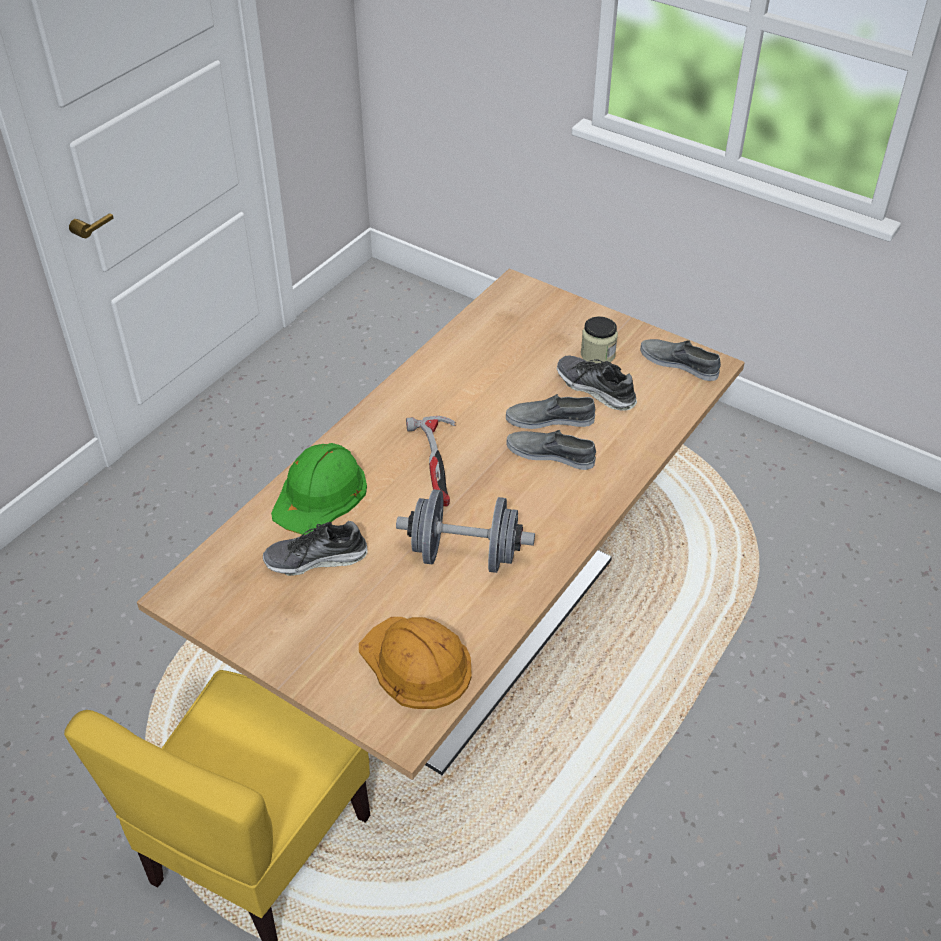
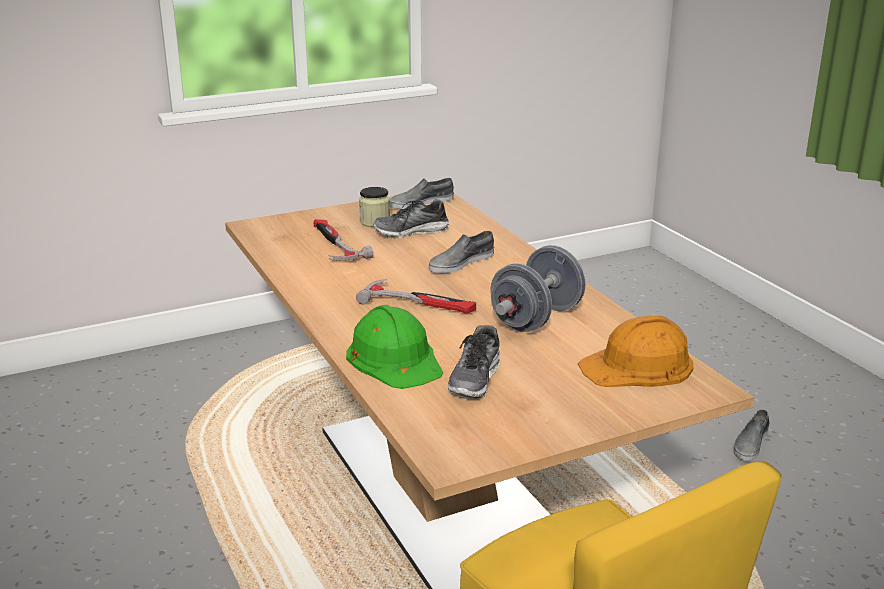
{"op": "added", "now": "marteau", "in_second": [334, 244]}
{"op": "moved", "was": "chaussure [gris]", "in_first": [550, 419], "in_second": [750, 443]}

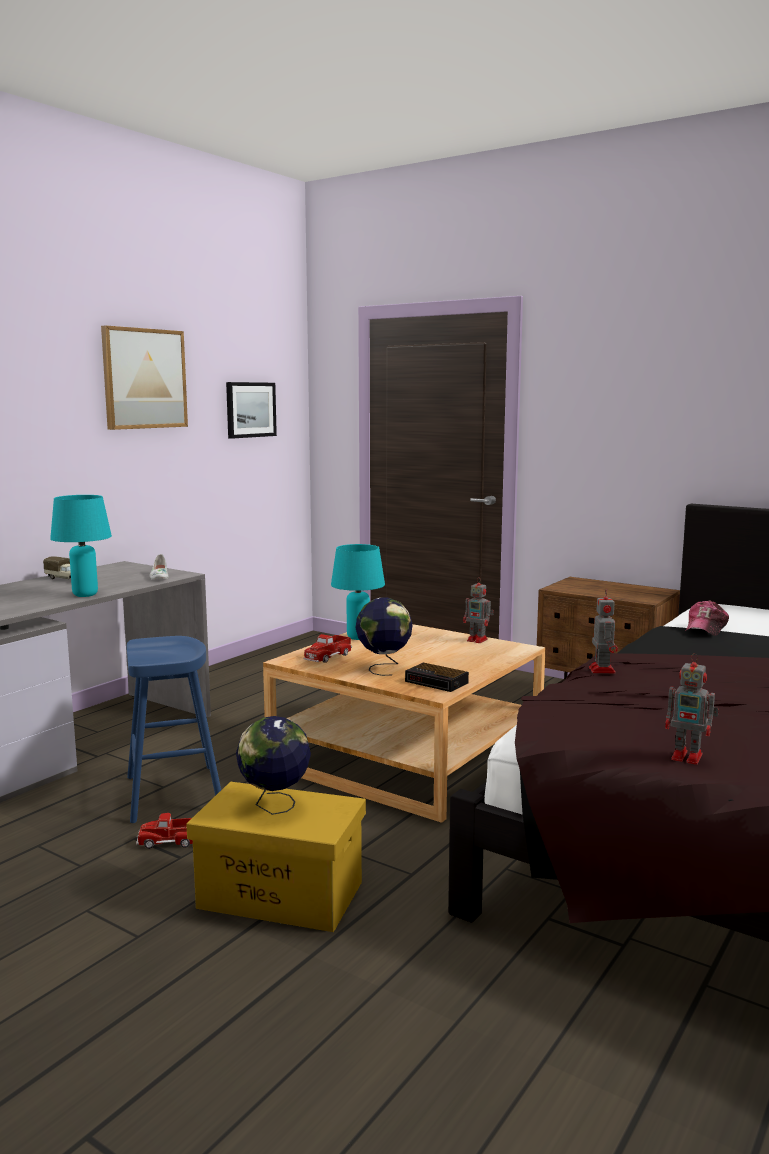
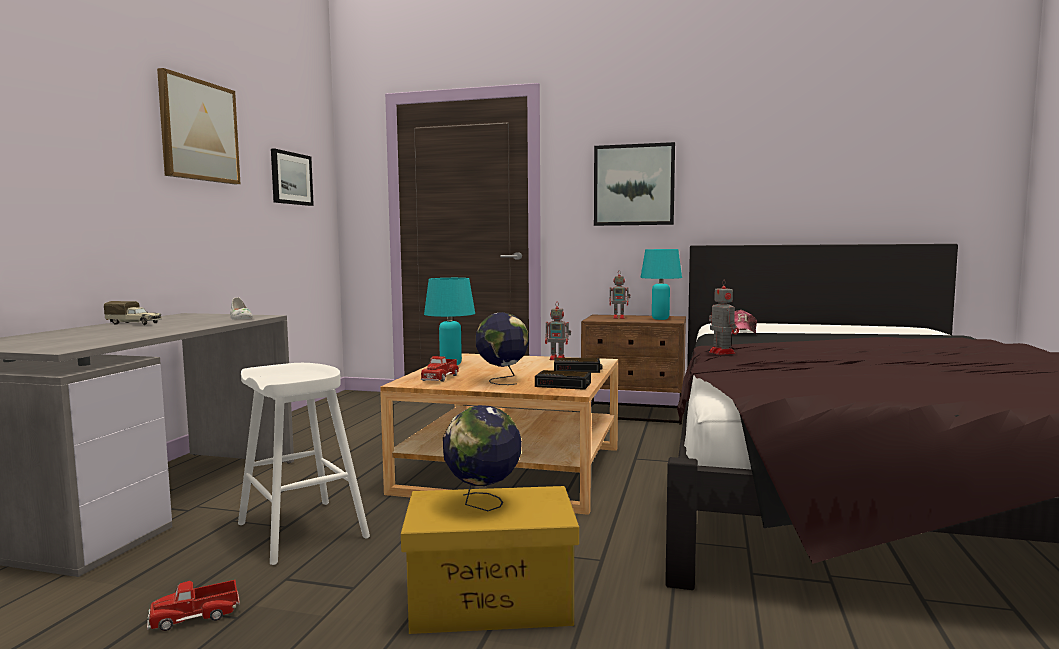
{"op": "added", "now": "réveil", "in_second": [578, 370]}
{"op": "added", "now": "tableau", "in_second": [634, 185]}
{"op": "moved", "was": "lampe de table [turquoise]", "in_first": [84, 595], "in_second": [660, 319]}
{"op": "moved", "was": "camion jouet", "in_first": [171, 841], "in_second": [194, 616]}
{"op": "moved", "was": "robot jouet", "in_first": [689, 757], "in_second": [619, 318]}
{"op": "recoloured", "was": "tabouret [bleu]", "now": "tabouret [blanc]", "in_first": [174, 793], "in_second": [302, 530]}

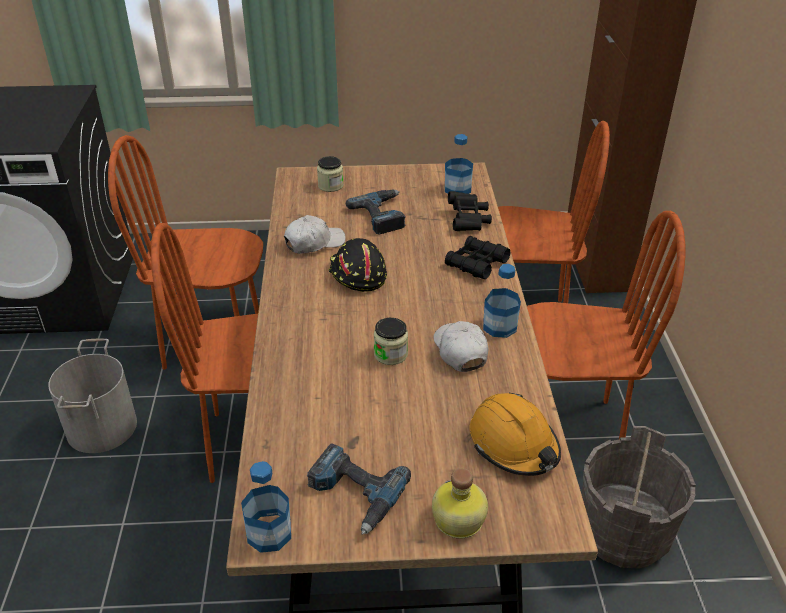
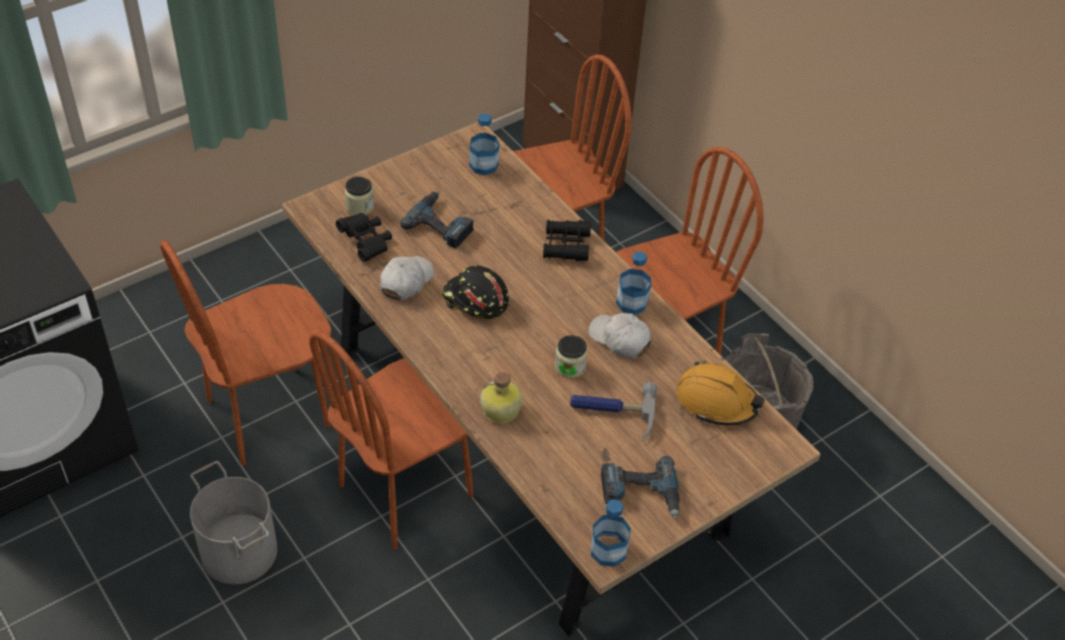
{"op": "added", "now": "marteau", "in_second": [612, 412]}
{"op": "moved", "was": "bouteille", "in_first": [457, 520], "in_second": [500, 410]}
{"op": "moved", "was": "jumelles [noir]", "in_first": [468, 220], "in_second": [366, 242]}

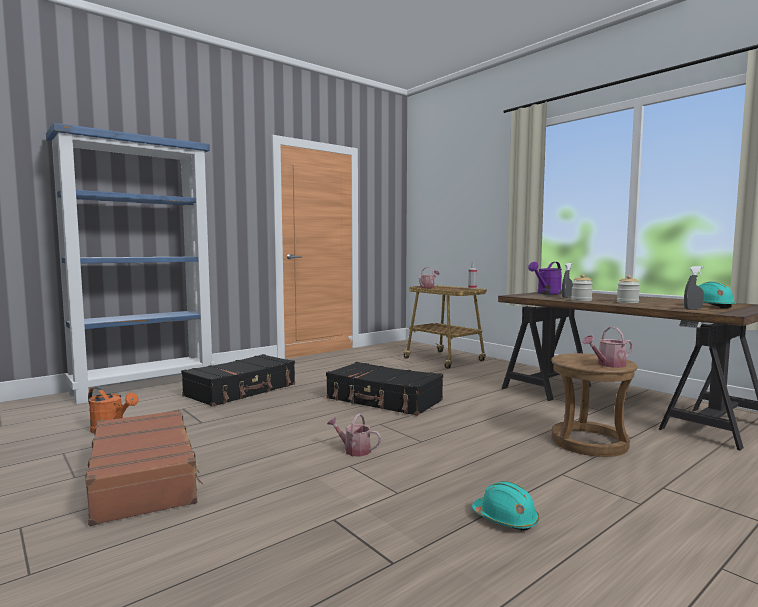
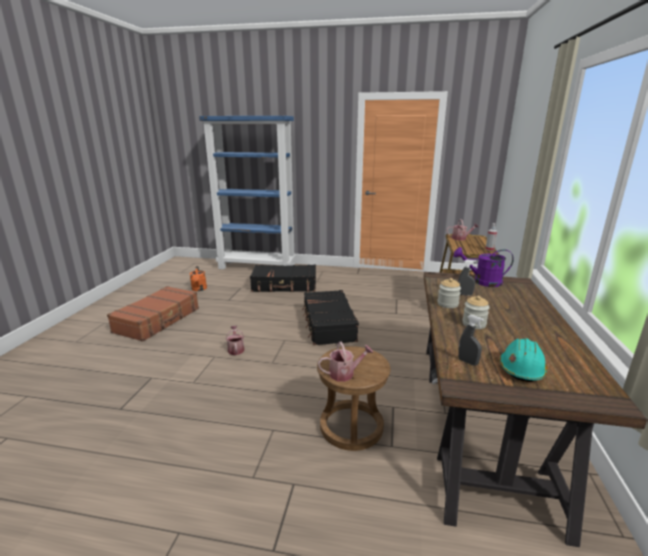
{"op": "removed", "was": "casque de chantier [turquoise]", "in_first": [505, 519]}
{"op": "turned", "was": "arrosoir", "in_first": [608, 365], "in_second": [345, 373], "clockwise": 135}

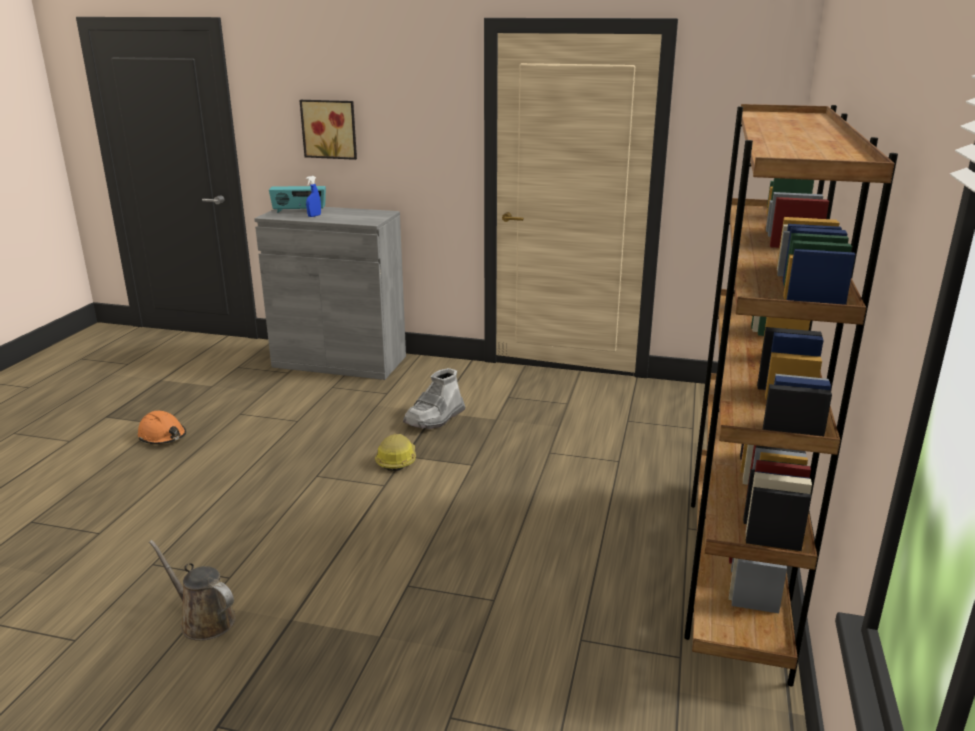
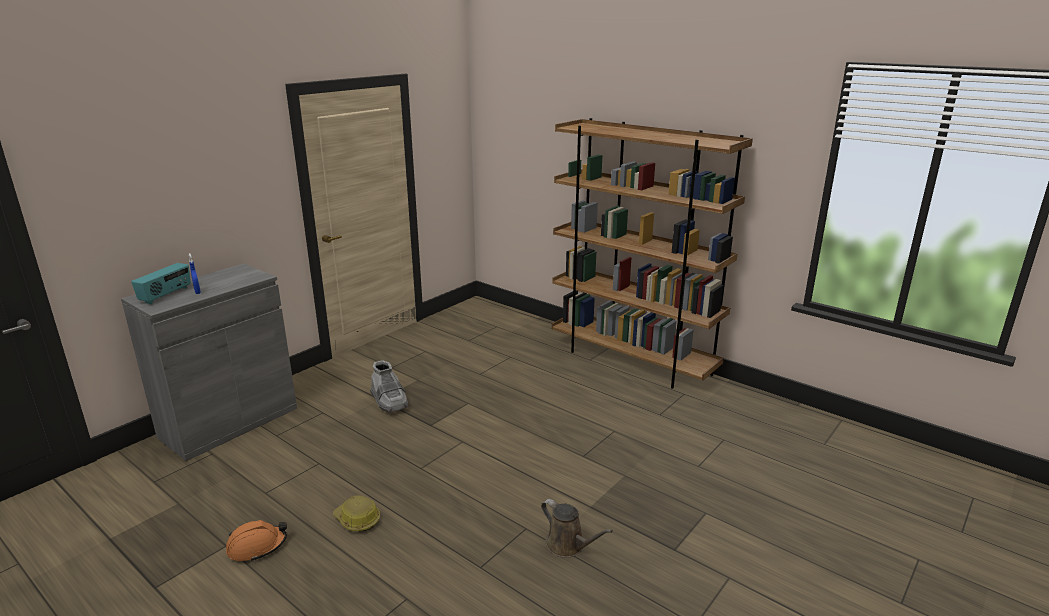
{"op": "removed", "was": "tableau", "in_first": [330, 129]}
{"op": "moved", "was": "casque de chantier", "in_first": [396, 460], "in_second": [357, 520]}
{"op": "turned", "was": "arrosoir [marron]", "in_first": [204, 620], "in_second": [568, 545], "clockwise": -105}

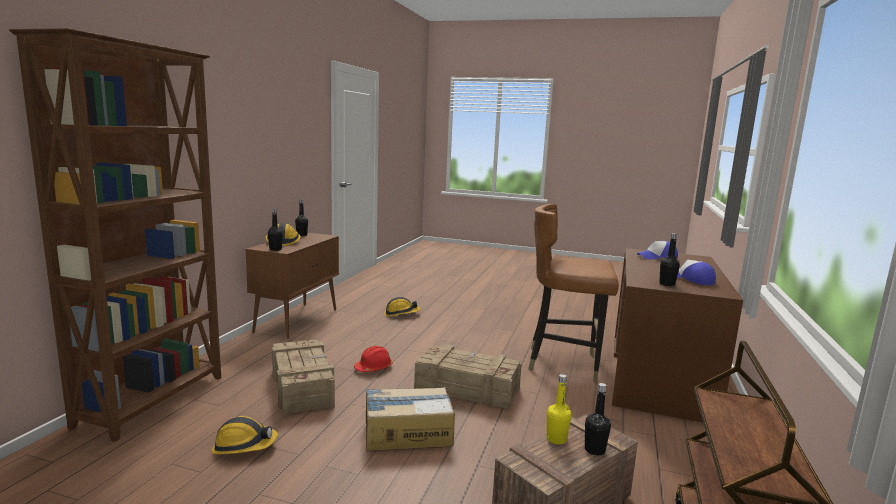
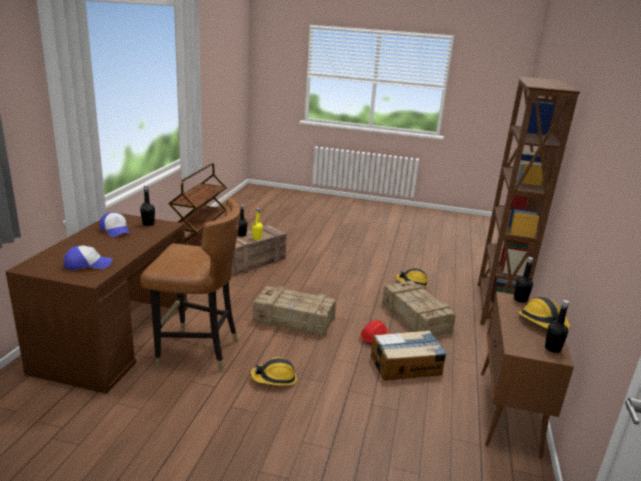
{"op": "moved", "was": "carton", "in_first": [407, 432], "in_second": [406, 365]}
{"op": "moved", "was": "casque de chantier", "in_first": [401, 314], "in_second": [274, 378]}

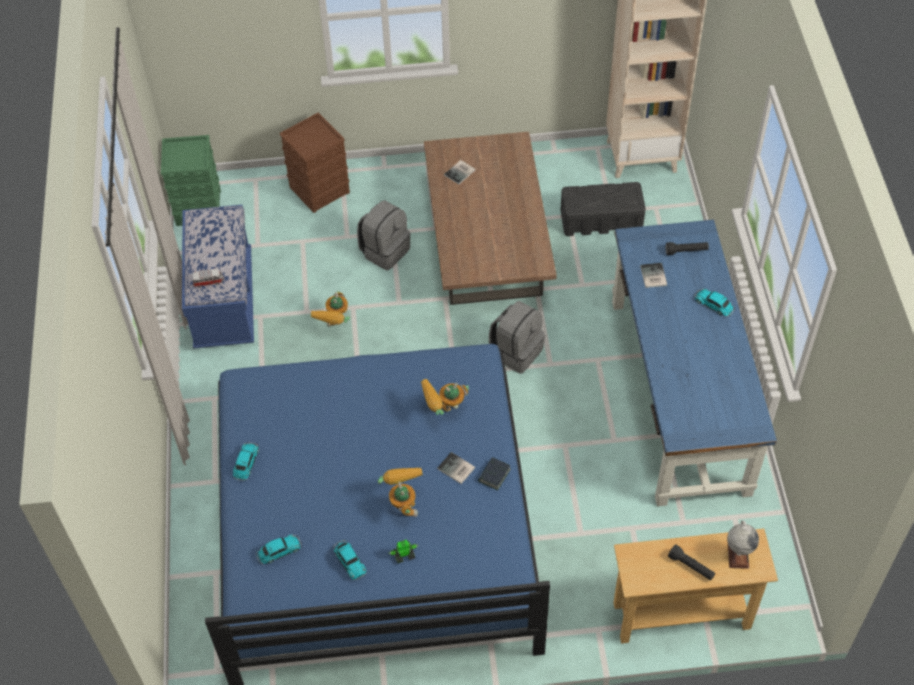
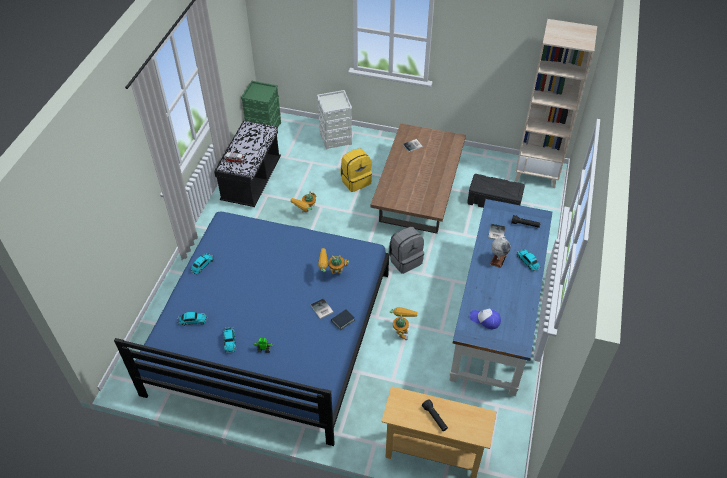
{"op": "added", "now": "casquette", "in_second": [485, 320]}
{"op": "moved", "was": "robot jouet", "in_first": [403, 503], "in_second": [401, 330]}
{"op": "moved", "was": "globe", "in_first": [738, 555], "in_second": [498, 260]}
{"op": "recoloured", "was": "banc [bleu]", "now": "banc [noir]", "in_first": [224, 301], "in_second": [251, 181]}
{"op": "recoloured", "was": "boîte de rangement [marron]", "now": "boîte de rangement [gris]", "in_first": [319, 189], "in_second": [335, 138]}
{"op": "recoloured", "was": "sac à dos [gris]", "now": "sac à dos [jaune]", "in_first": [385, 251], "in_second": [355, 181]}

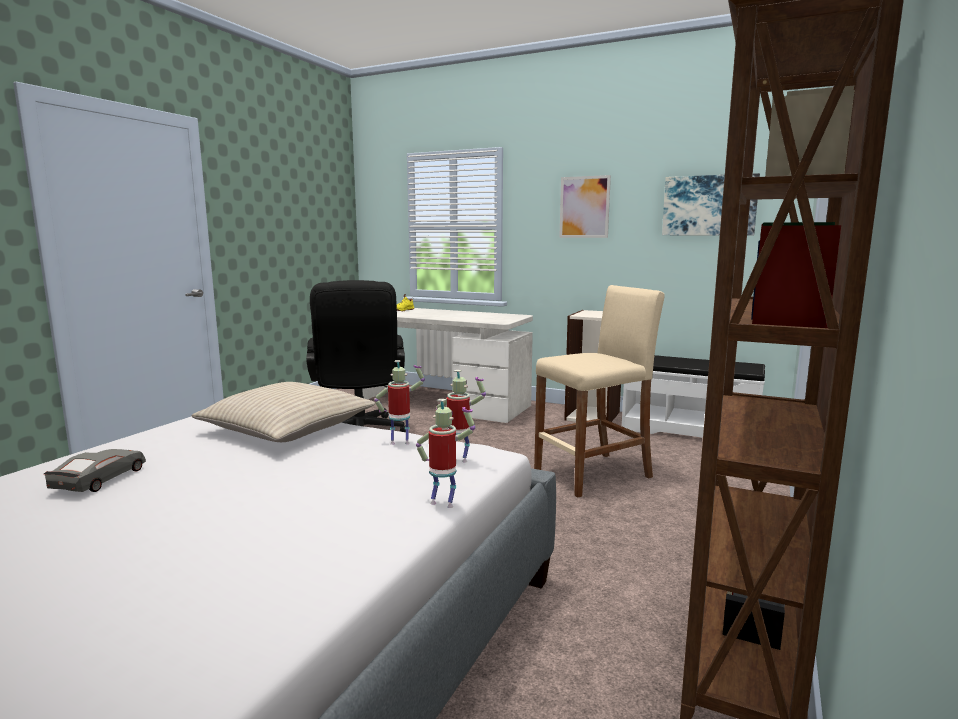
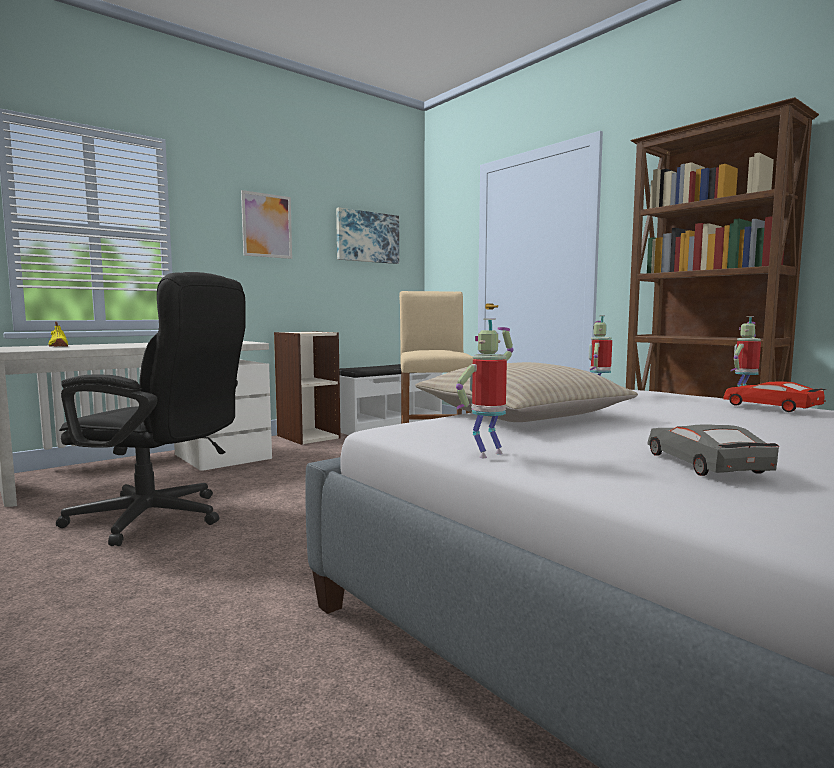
{"op": "added", "now": "petite voiture [rouge]", "in_second": [771, 407]}
{"op": "moved", "was": "robot jouet", "in_first": [459, 459], "in_second": [487, 454]}
{"op": "turned", "was": "petite voiture [gris]", "in_first": [99, 479], "in_second": [705, 464], "clockwise": 45}

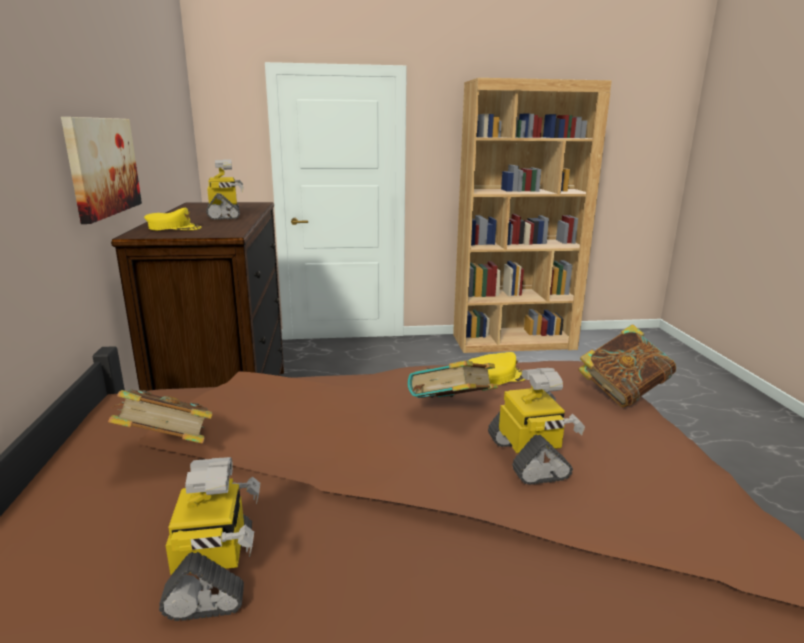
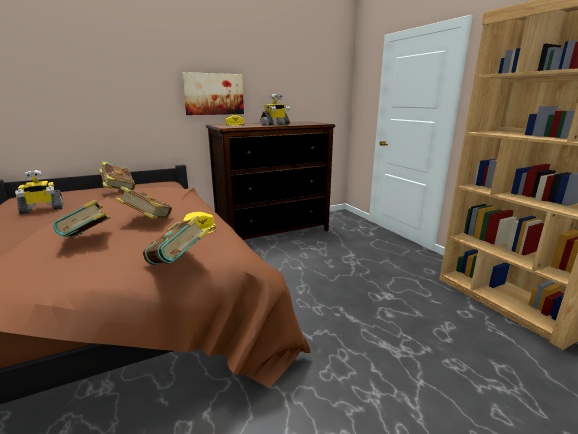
{"op": "replaced", "was": "robot jouet", "now": "livre", "in_first": [529, 458], "in_second": [88, 240]}

